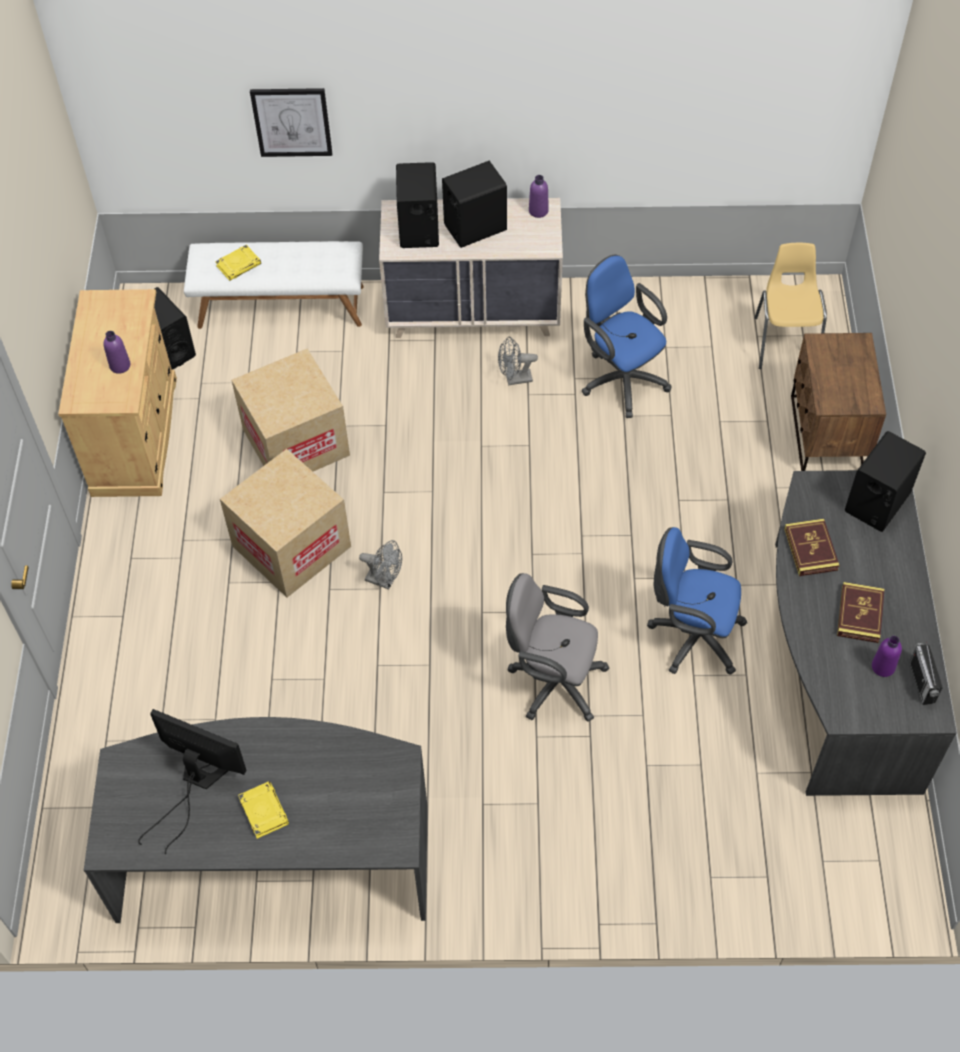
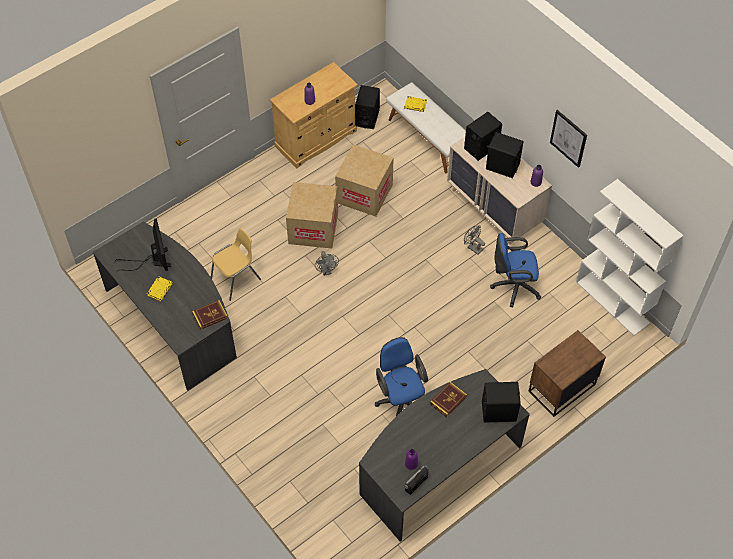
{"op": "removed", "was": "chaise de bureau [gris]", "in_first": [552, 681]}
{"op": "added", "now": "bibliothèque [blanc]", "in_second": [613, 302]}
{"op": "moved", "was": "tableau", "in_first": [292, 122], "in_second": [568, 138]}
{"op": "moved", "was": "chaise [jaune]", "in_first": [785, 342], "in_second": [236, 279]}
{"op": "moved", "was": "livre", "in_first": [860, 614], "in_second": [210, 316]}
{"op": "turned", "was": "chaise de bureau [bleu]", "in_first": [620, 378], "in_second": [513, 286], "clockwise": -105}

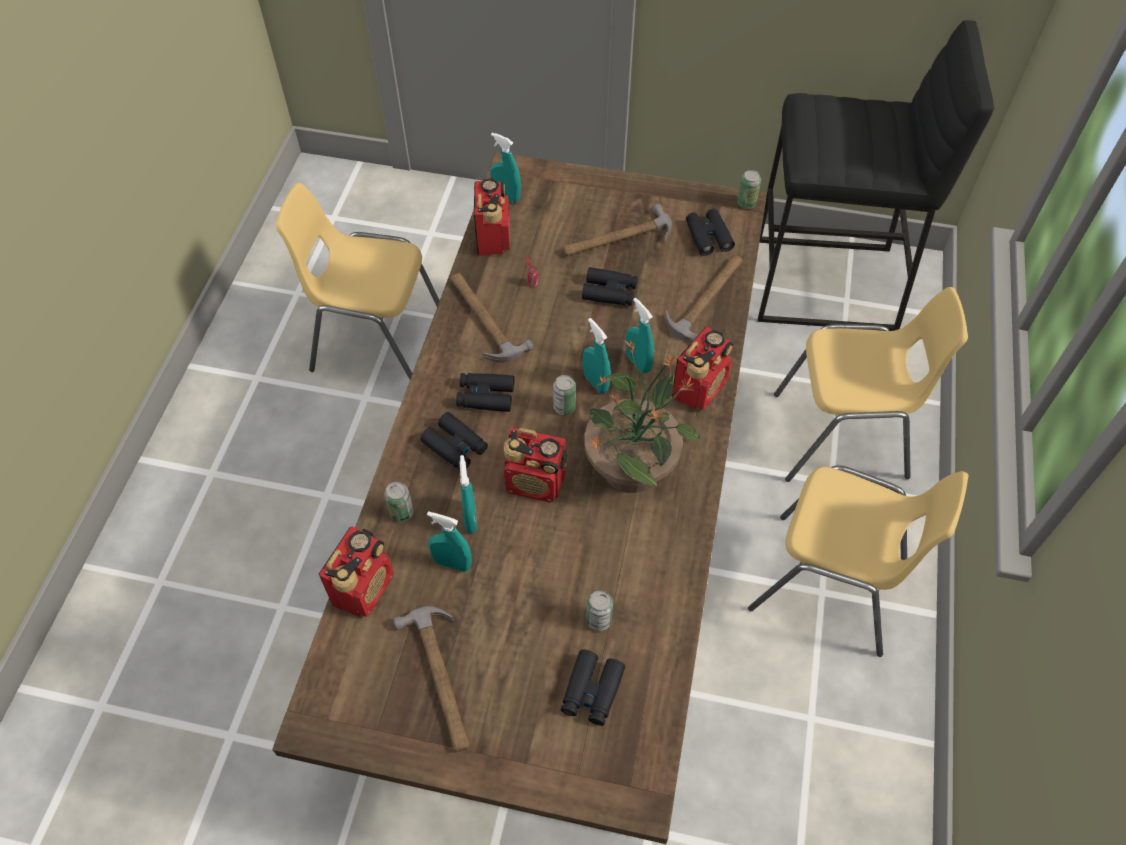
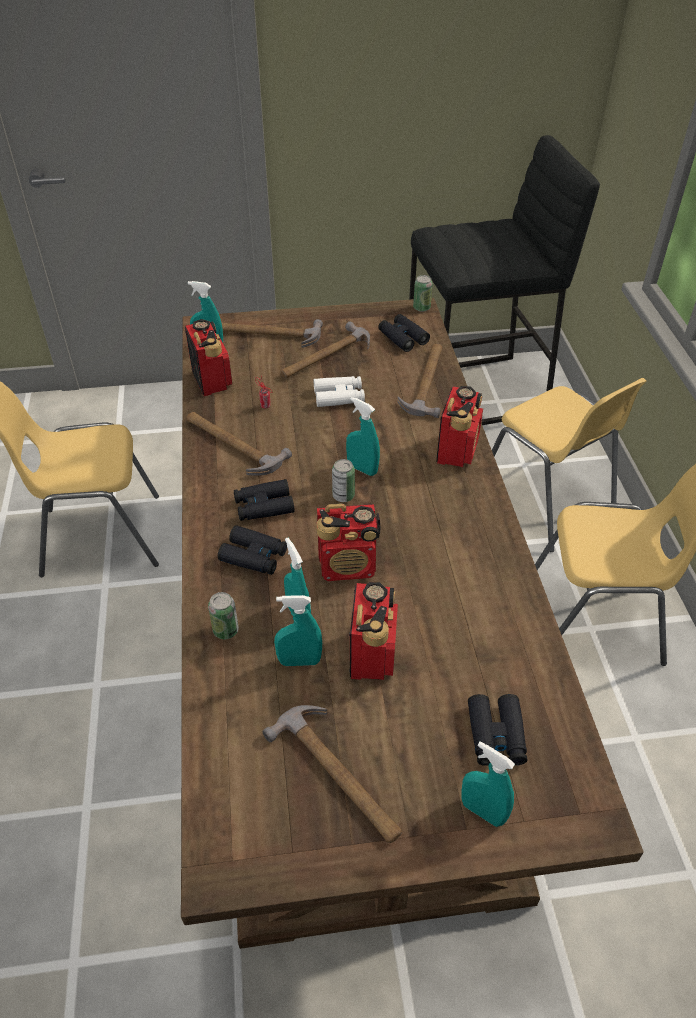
{"op": "removed", "was": "plante en pot", "in_first": [632, 467]}
{"op": "removed", "was": "boîte métallique", "in_first": [598, 620]}
{"op": "added", "now": "marteau", "in_second": [268, 334]}
{"op": "moved", "was": "radio", "in_first": [364, 588], "in_second": [372, 653]}
{"op": "moved", "was": "vaporisateur [turquoise]", "in_first": [638, 362], "in_second": [482, 811]}
{"op": "recoloured", "was": "jumelles [noir]", "now": "jumelles [blanc]", "in_first": [610, 292], "in_second": [339, 396]}
{"op": "turned", "was": "chaise [jaune]", "in_first": [842, 437], "in_second": [545, 502], "clockwise": 75}

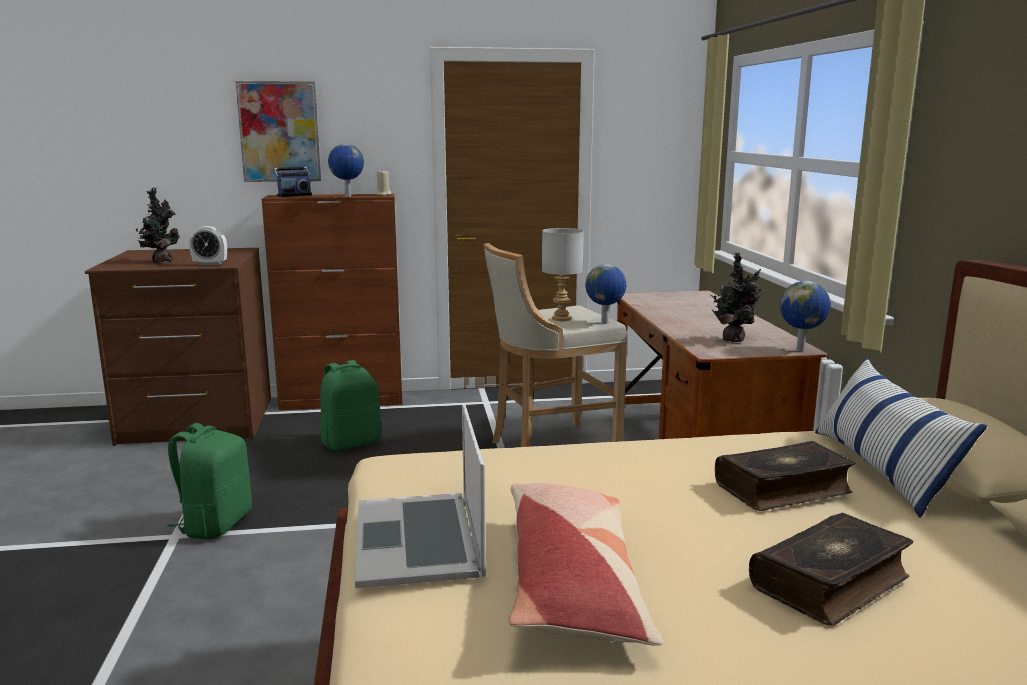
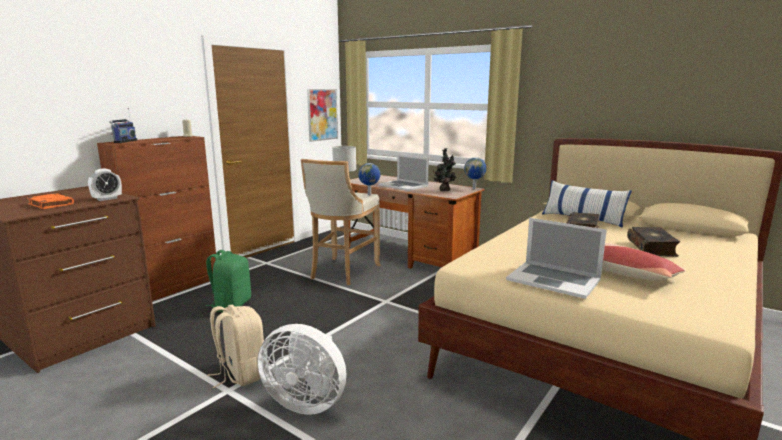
{"op": "removed", "was": "globe", "in_first": [347, 196]}
{"op": "added", "now": "ventilateur [blanc]", "in_second": [306, 401]}
{"op": "added", "now": "ordinateur portable", "in_second": [403, 185]}
{"op": "moved", "was": "tableau", "in_first": [279, 132], "in_second": [322, 114]}
{"op": "replaced", "was": "plante en pot", "now": "livre [orange]", "in_first": [161, 261], "in_second": [50, 204]}
{"op": "recoloured", "was": "sac à dos [vert]", "now": "sac à dos [beige]", "in_first": [215, 524], "in_second": [240, 374]}

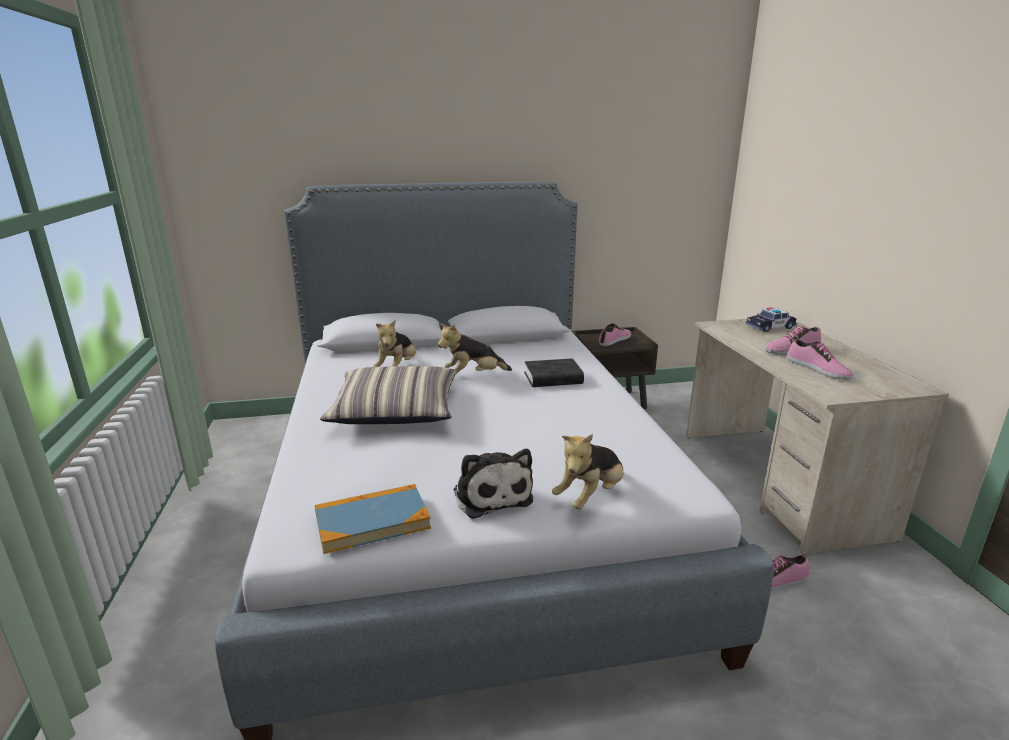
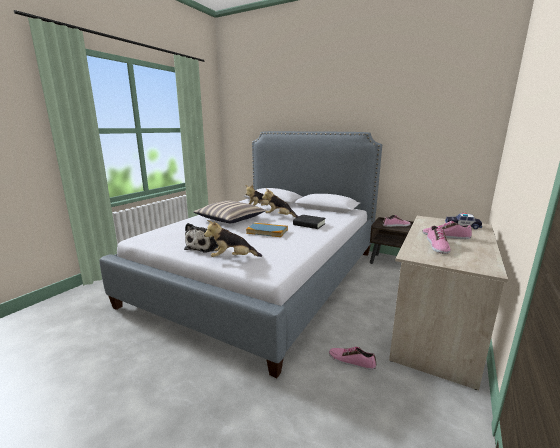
{"op": "moved", "was": "livre", "in_first": [372, 521], "in_second": [267, 231]}

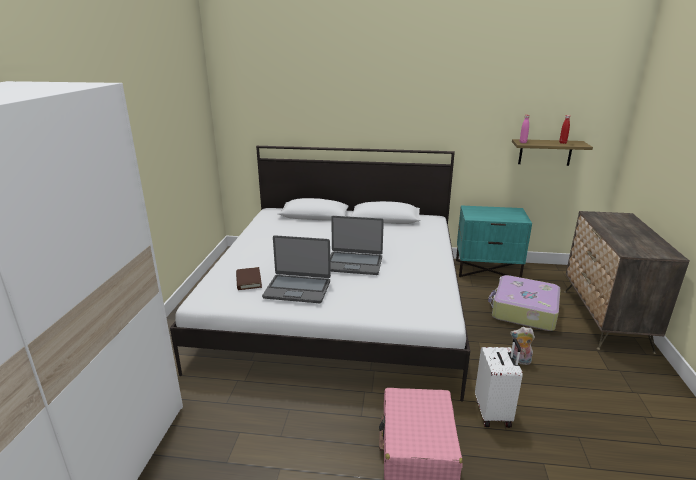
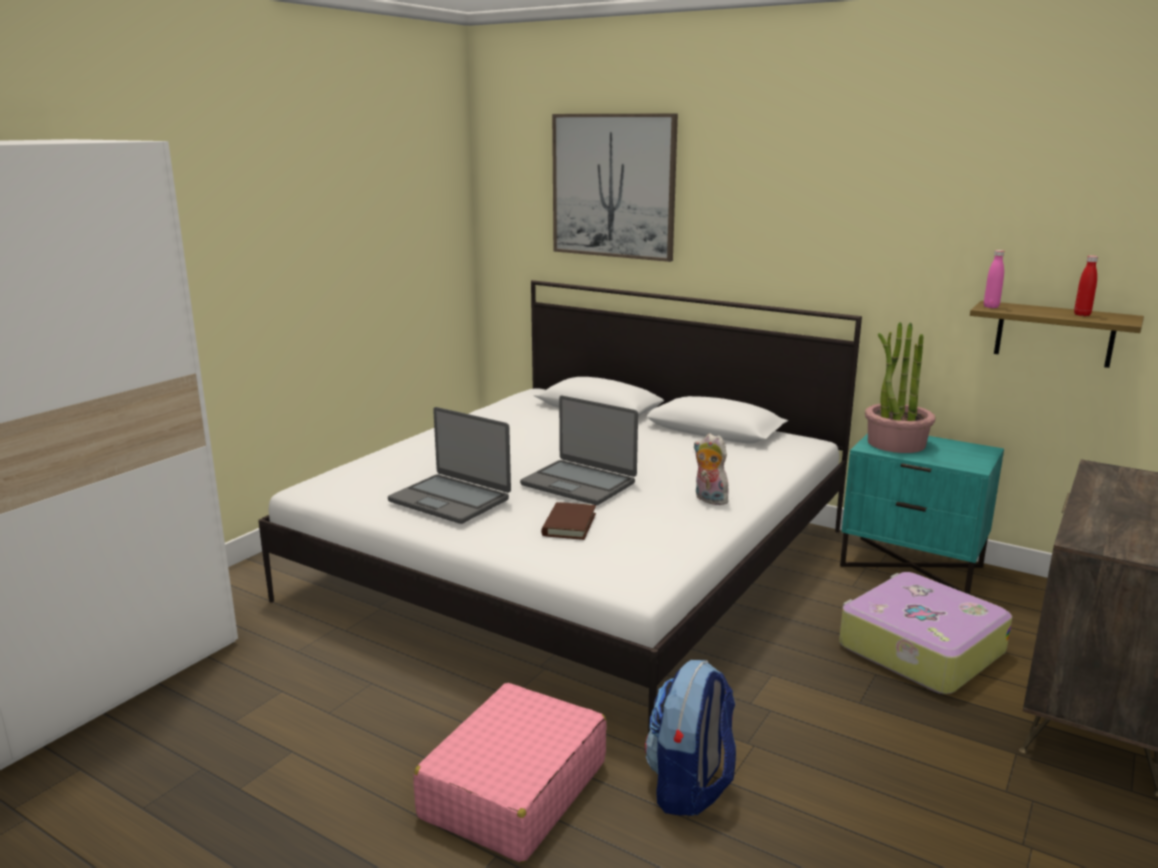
{"op": "added", "now": "tableau", "in_second": [613, 186]}
{"op": "added", "now": "plante en pot", "in_second": [895, 443]}
{"op": "moved", "was": "livre [marron]", "in_first": [248, 280], "in_second": [569, 524]}
{"op": "moved", "was": "peluche", "in_first": [519, 361], "in_second": [708, 499]}
{"op": "replaced", "was": "valise [blanc]", "now": "sac à dos", "in_first": [494, 413], "in_second": [690, 787]}

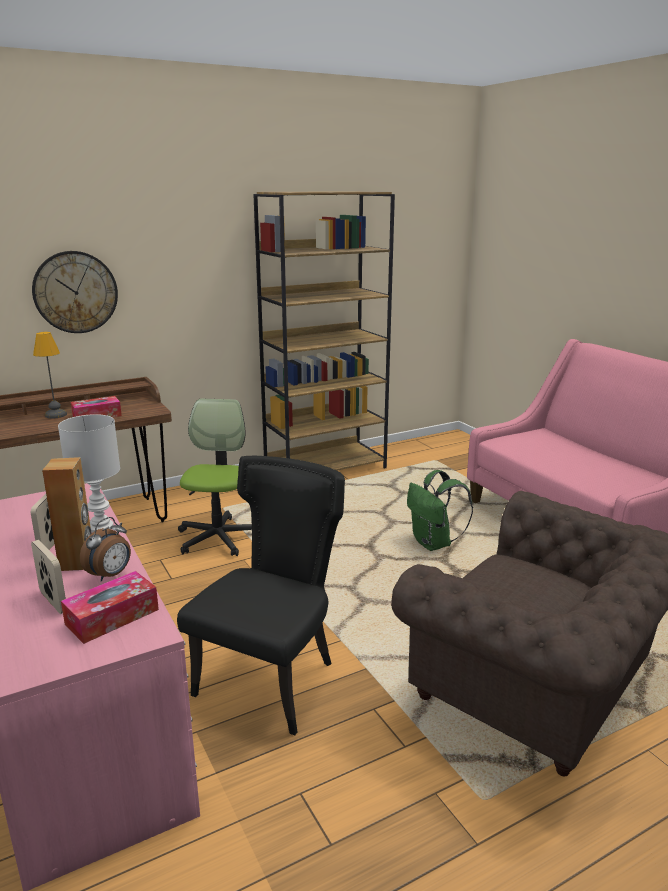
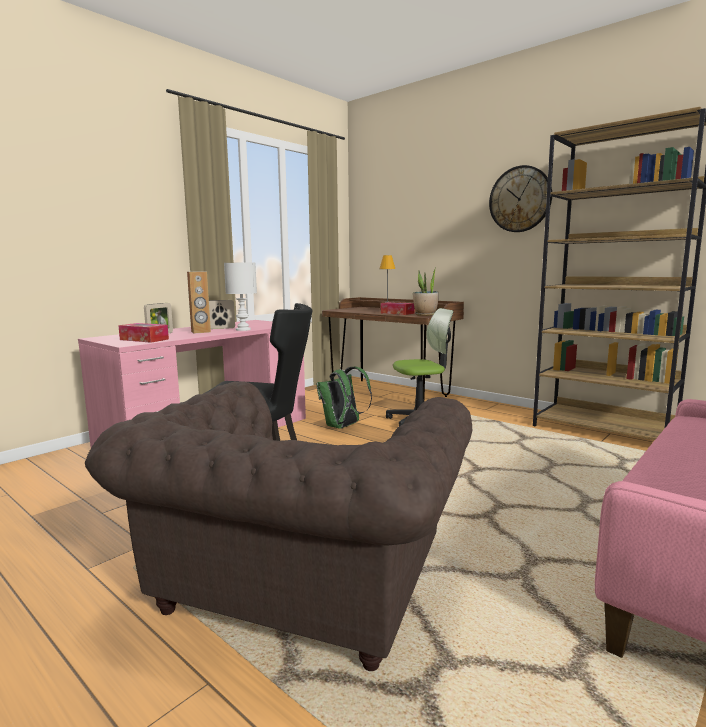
{"op": "removed", "was": "réveil", "in_first": [110, 575]}
{"op": "added", "now": "plante en pot", "in_second": [425, 315]}
{"op": "moved", "was": "horloge murale", "in_first": [75, 292], "in_second": [520, 199]}
{"op": "moved", "was": "sac à dos [vert]", "in_first": [434, 543], "in_second": [343, 426]}

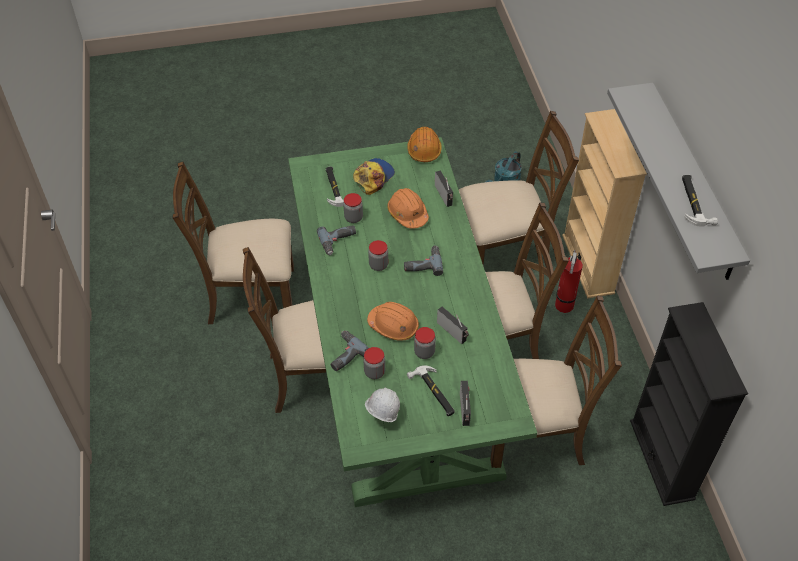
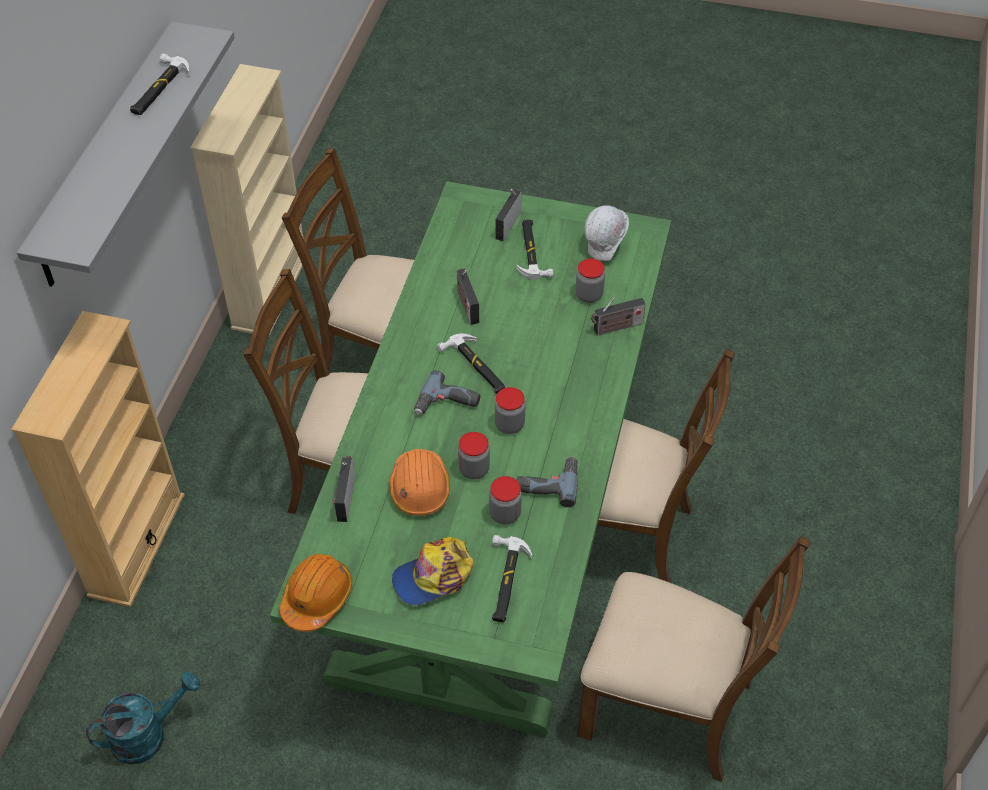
{"op": "removed", "was": "casque de chantier [orange]", "in_first": [393, 326]}
{"op": "removed", "was": "chaise [marron]", "in_first": [504, 253]}
{"op": "removed", "was": "extincteur", "in_first": [564, 307]}
{"op": "added", "now": "marteau", "in_second": [475, 367]}
{"op": "moved", "was": "bocal", "in_first": [424, 352], "in_second": [474, 469]}
{"op": "replaced", "was": "perceuse", "now": "radio", "in_first": [344, 354], "in_second": [616, 328]}
{"op": "recoloured", "was": "bibliothèque [noir]", "now": "bibliothèque [beige]", "in_first": [662, 459], "in_second": [270, 291]}

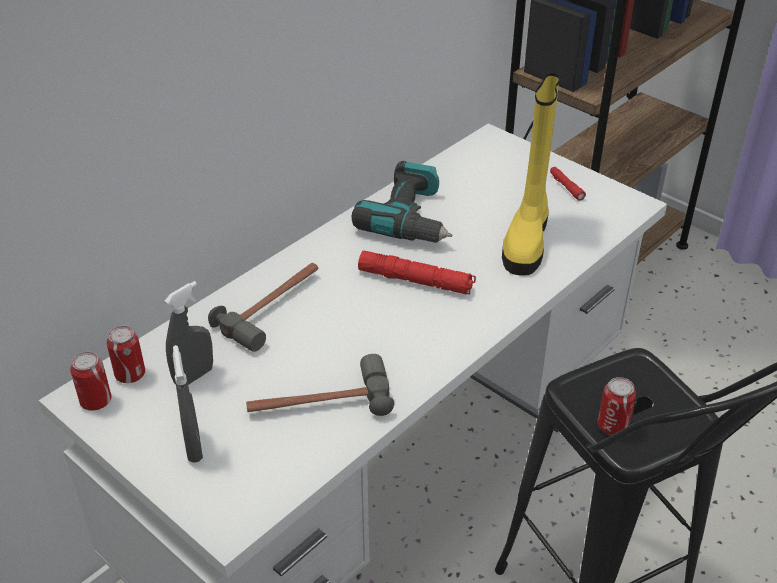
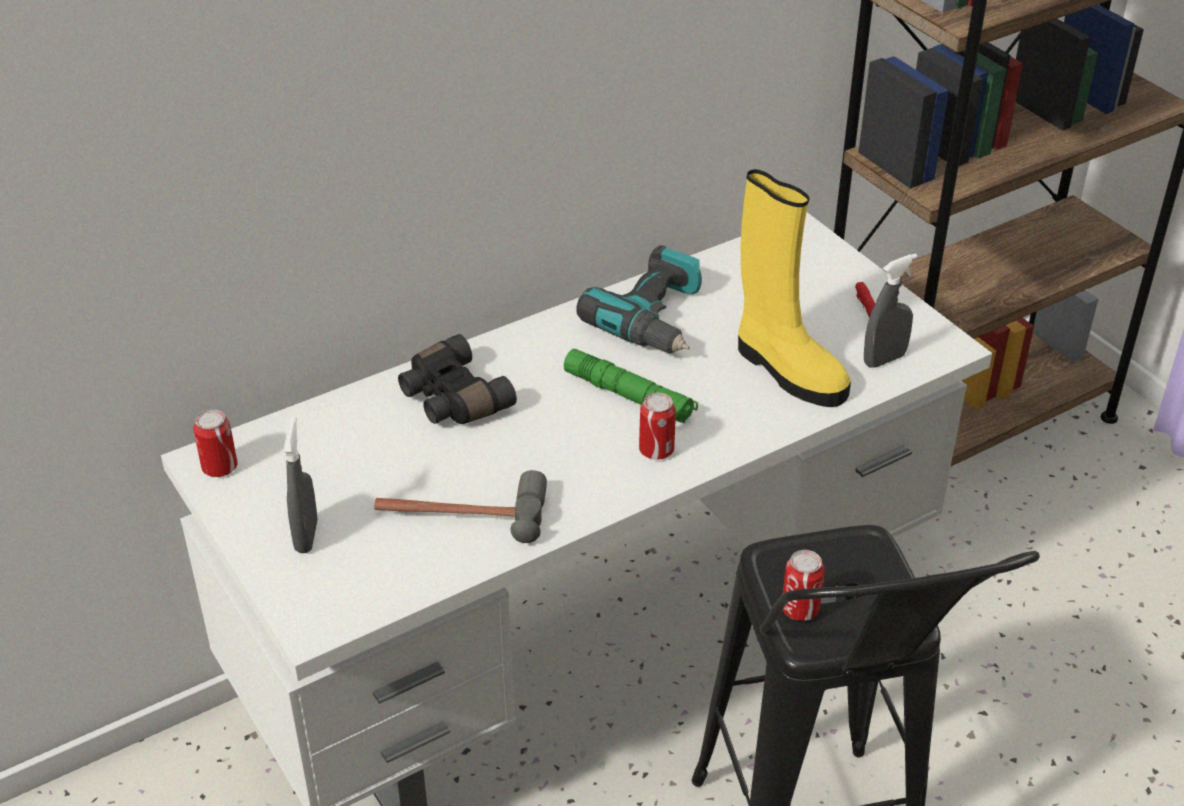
{"op": "moved", "was": "boîte métallique", "in_first": [130, 374], "in_second": [656, 450]}
{"op": "moved", "was": "vaporisateur [gris]", "in_first": [194, 376], "in_second": [884, 359]}
{"op": "replaced", "was": "marteau", "now": "jumelles [noir]", "in_first": [274, 307], "in_second": [451, 399]}
{"op": "recoloured", "was": "lampe de poche [rouge]", "now": "lampe de poche [vert]", "in_first": [416, 281], "in_second": [629, 396]}
{"op": "turned", "was": "botte [jaune]", "in_first": [527, 240], "in_second": [787, 370], "clockwise": -75}

